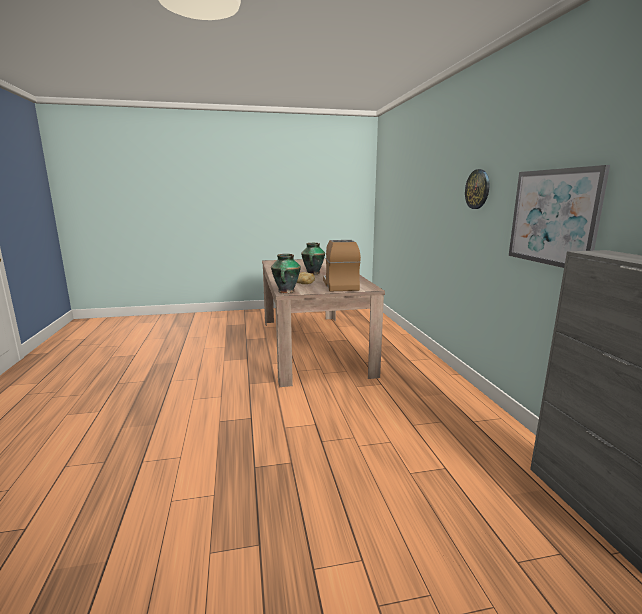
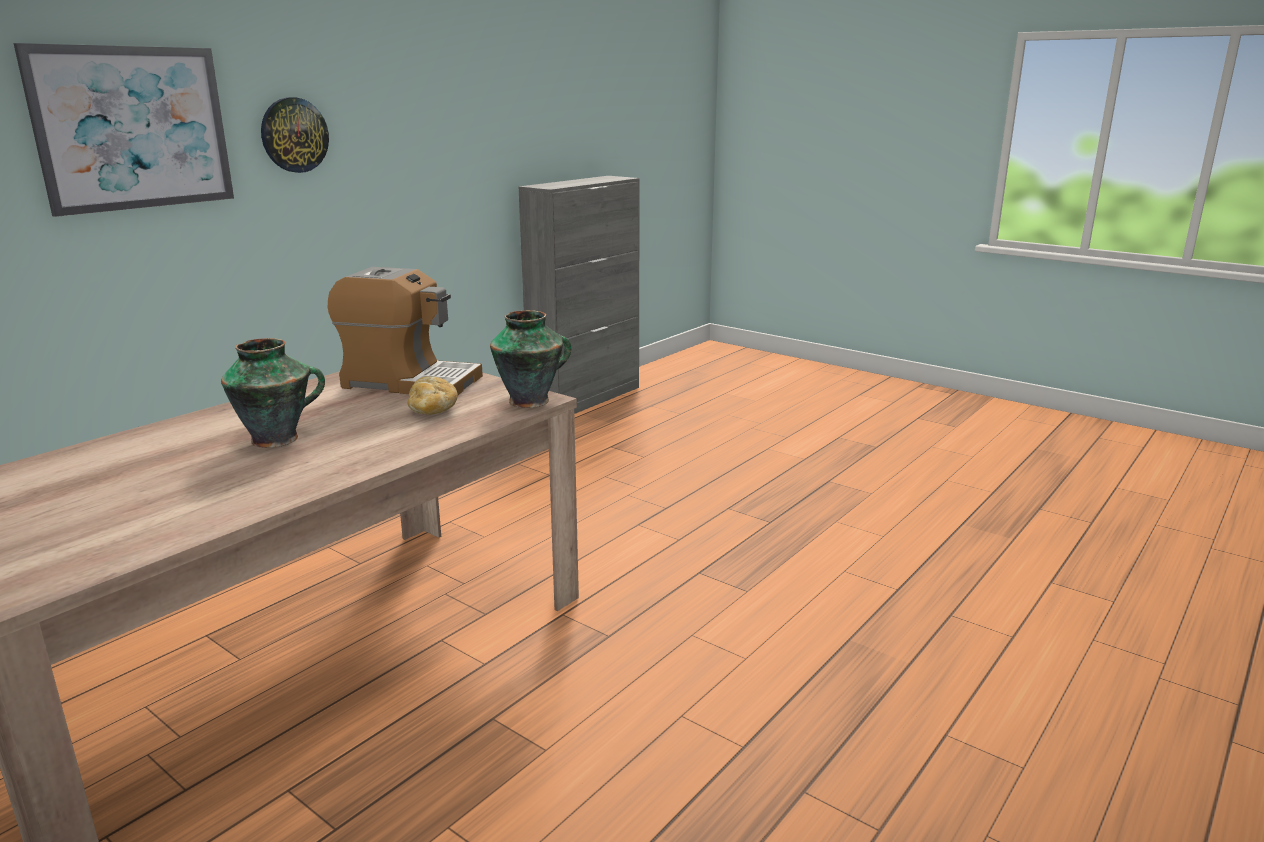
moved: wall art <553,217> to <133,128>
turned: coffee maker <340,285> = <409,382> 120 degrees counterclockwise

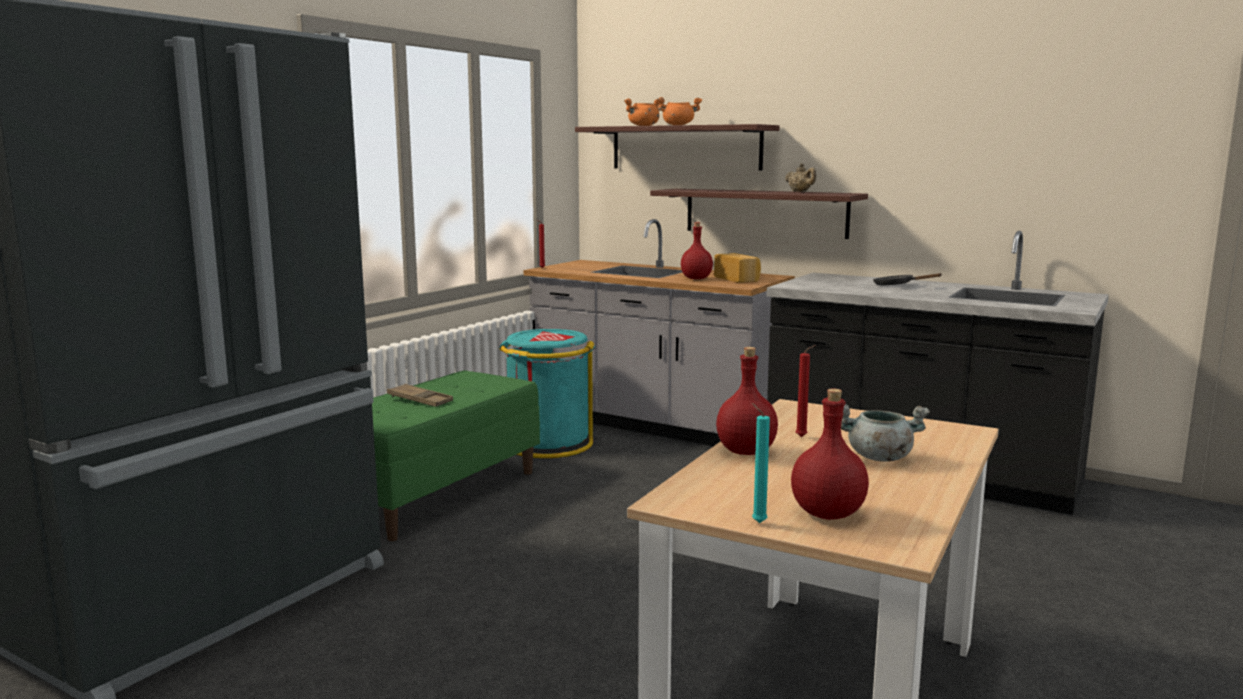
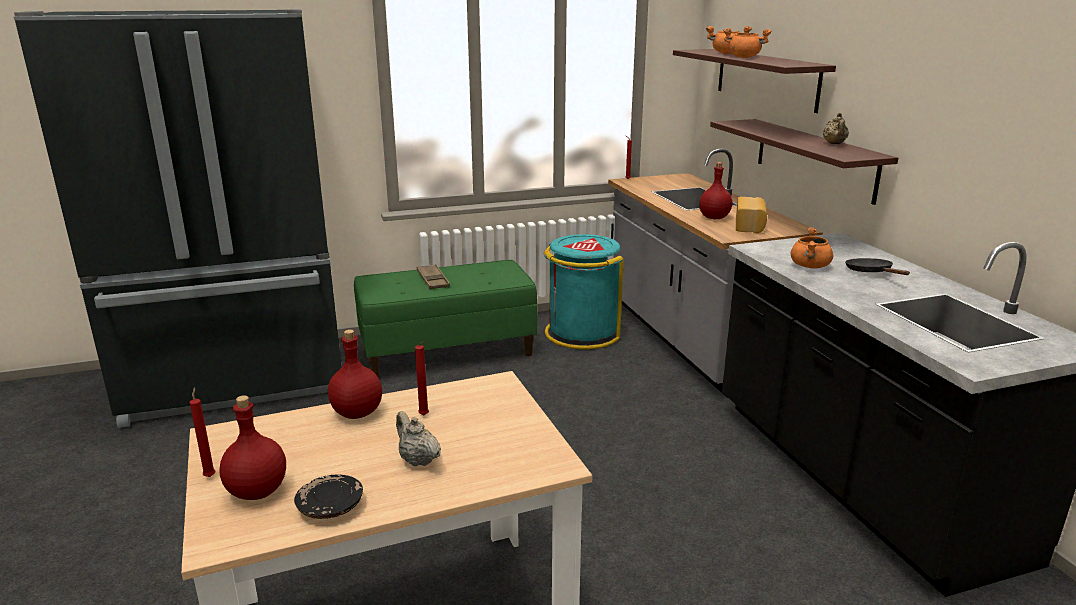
added: dinner plate (black) <330,507>; cooking pot (orangey) <810,266>
replaced: cooking pot (grey) <879,458> to tea pot (sand-coloured) <417,460>
recoloured: wax light (turquoise) <757,522> to wax light (red-coloured) <210,475>

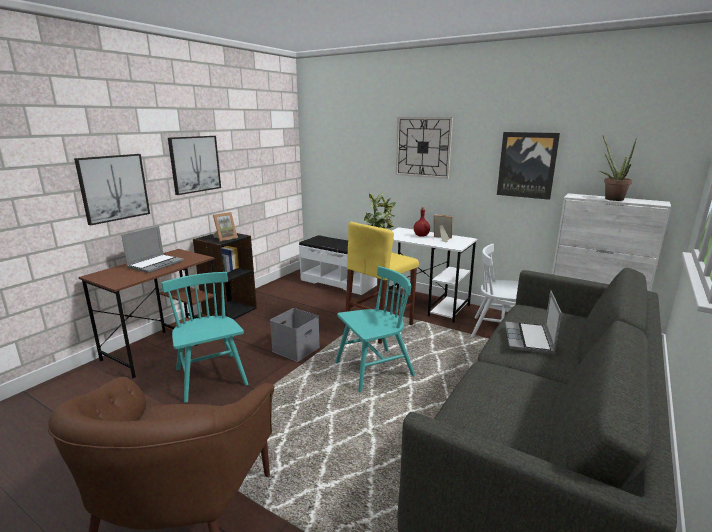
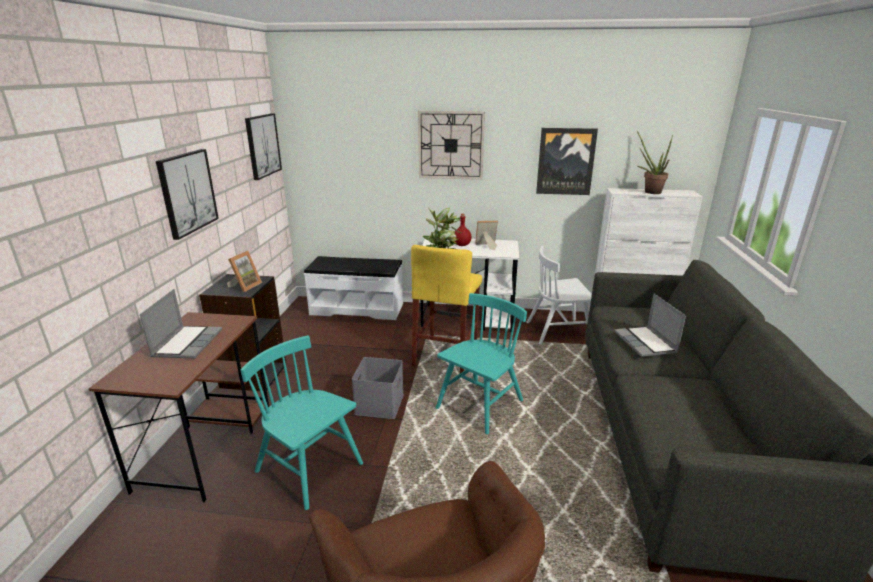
moved: wall art <113,188> to <262,145>

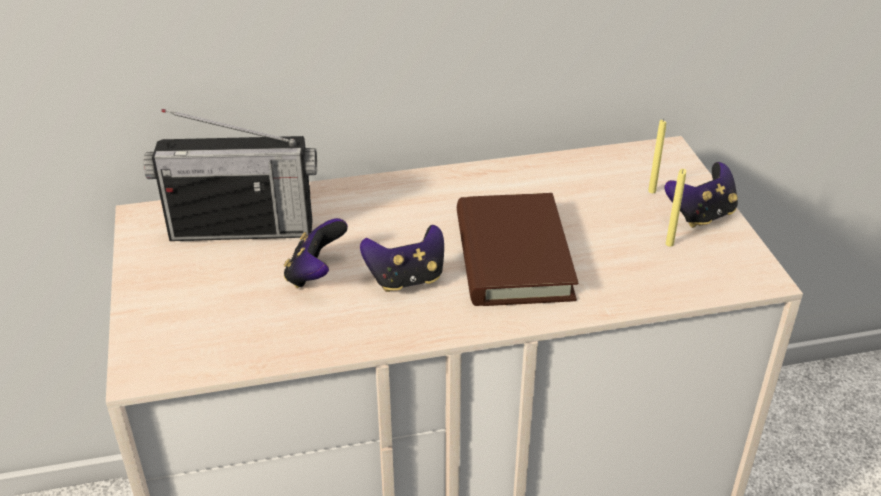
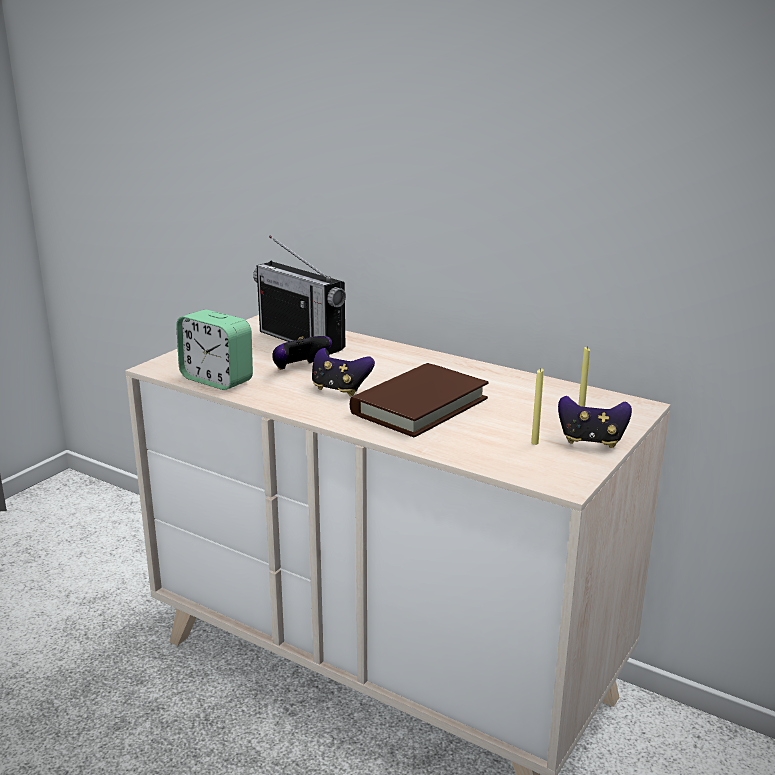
added: bedside clock <217,380>

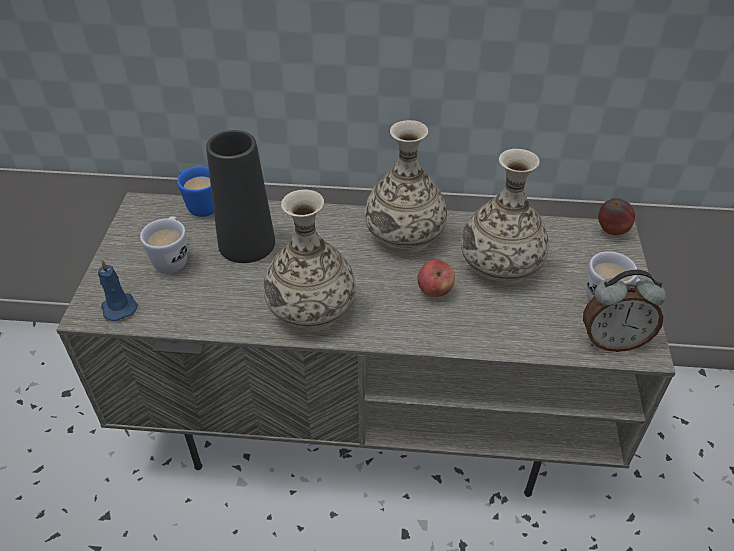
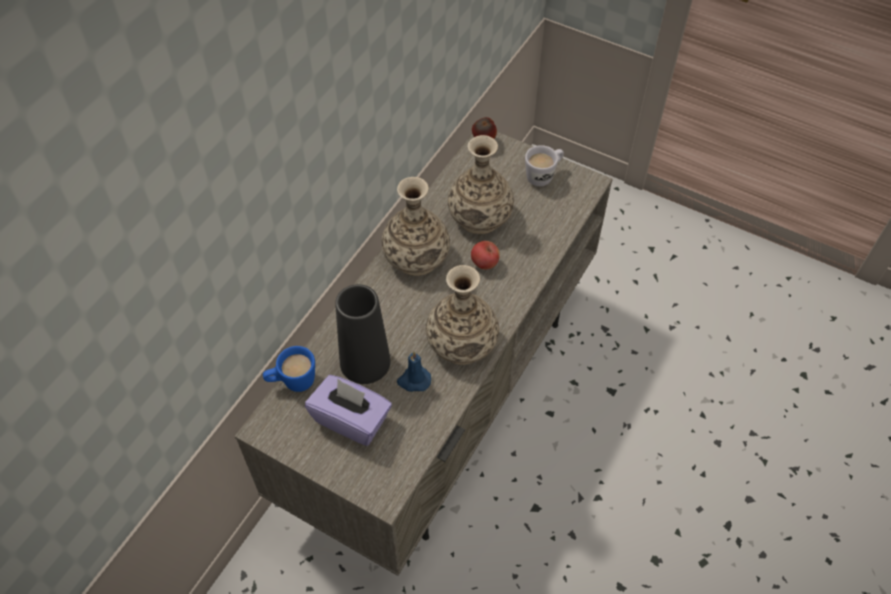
removed: bedside clock <612,340>
moved: wax light (bluish) <118,307> to <413,380>
replaced: tea mug (white-coloured) <172,258> to tissue box (purple-coloured) <351,420>

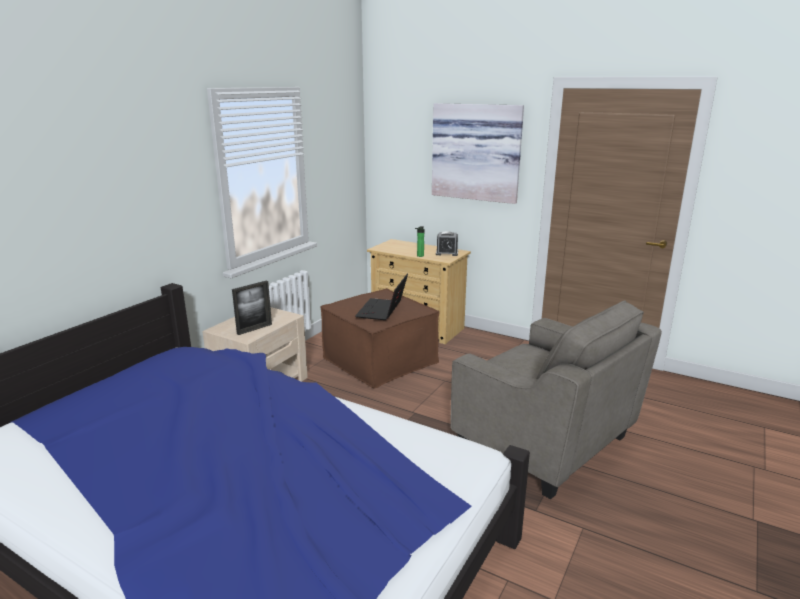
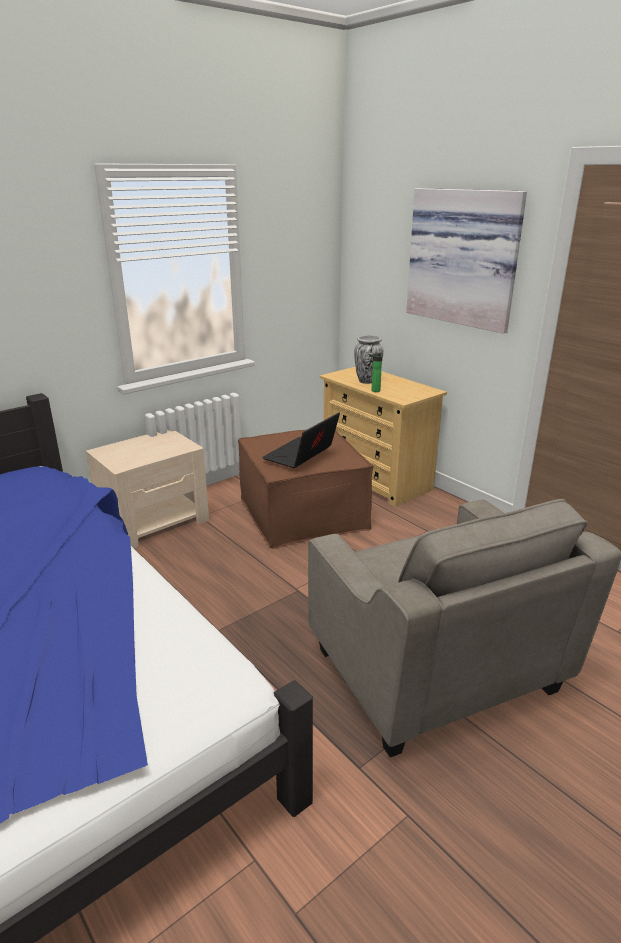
removed: photo frame <254,329>; bedside clock <447,253>
added: flower vase <367,381>

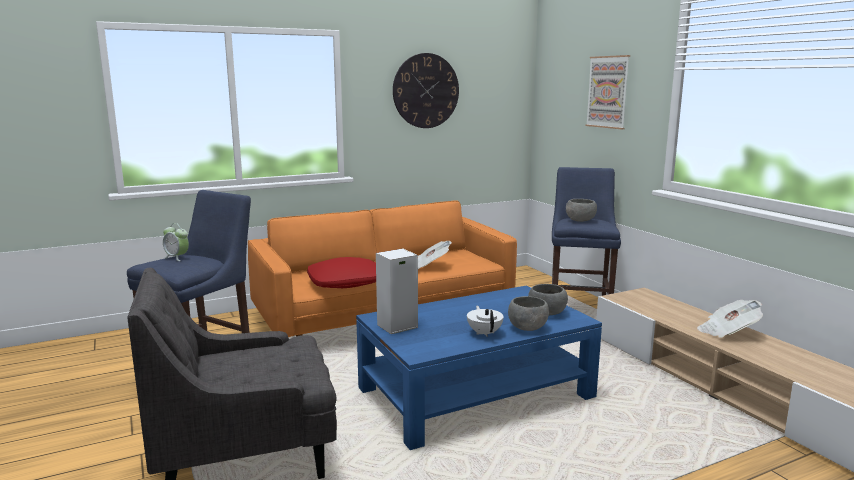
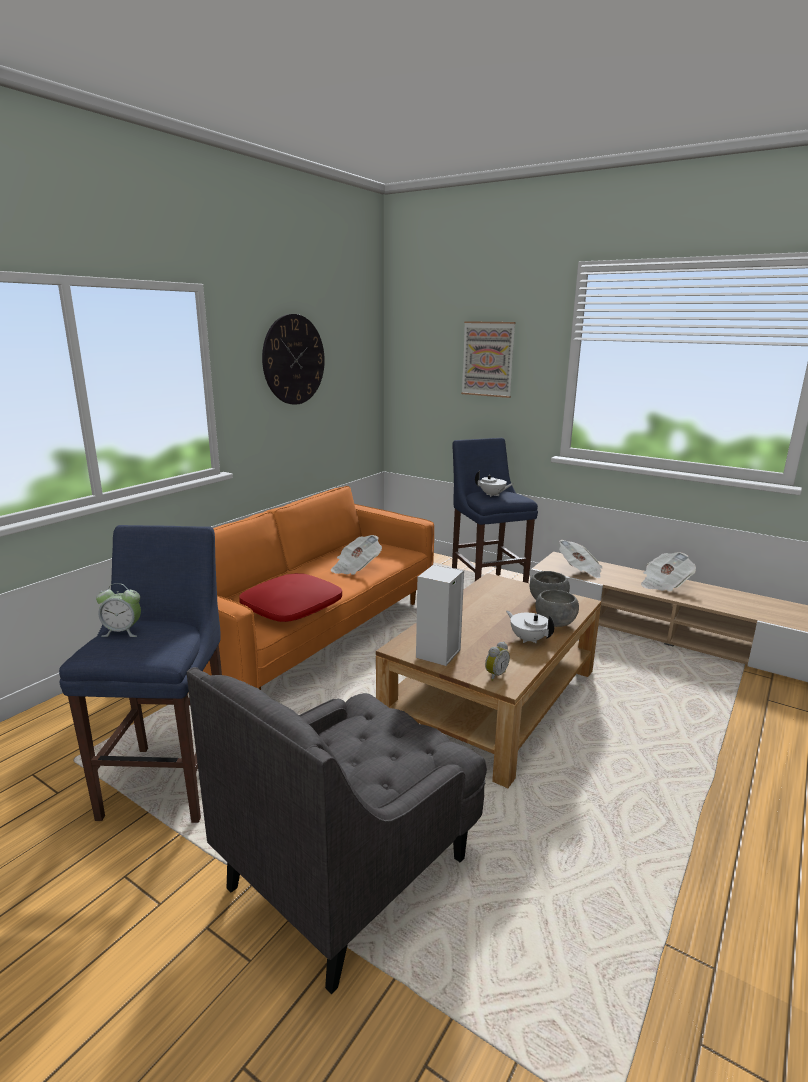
added: bedside clock <495,675>; newspaper <580,570>
replaced: deep dish (grey) <580,221> to tea pot (white-coloured) <492,495>
recoloured: low table (bluish) <476,392> to low table (brown) <493,699>

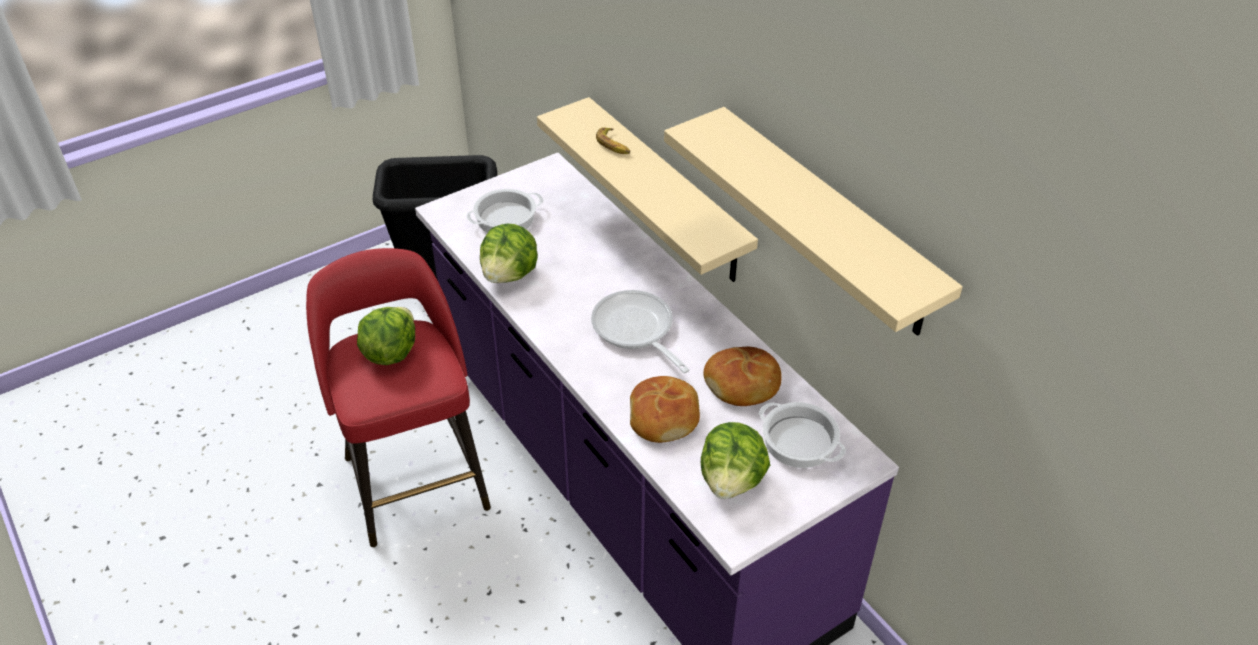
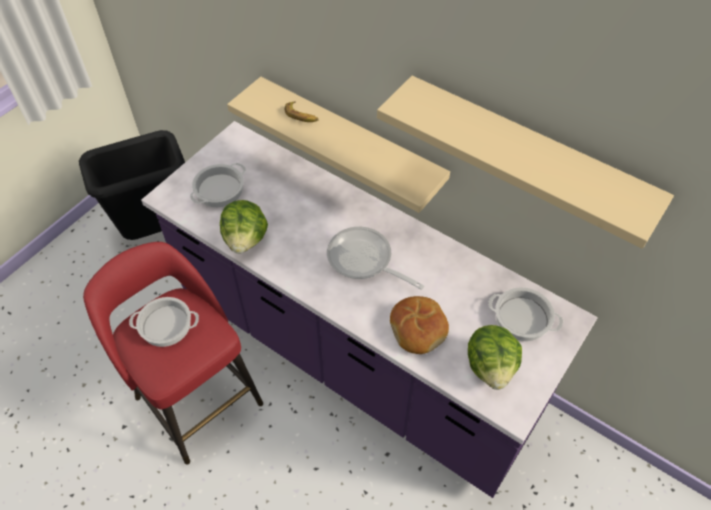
removed: baked bread <742,385>
replaced: lettuce head <390,352> to cooking pot <165,326>

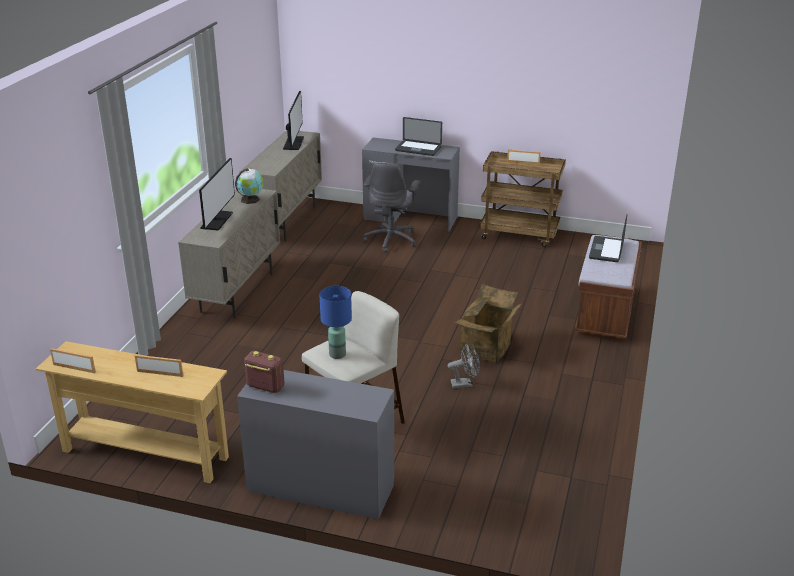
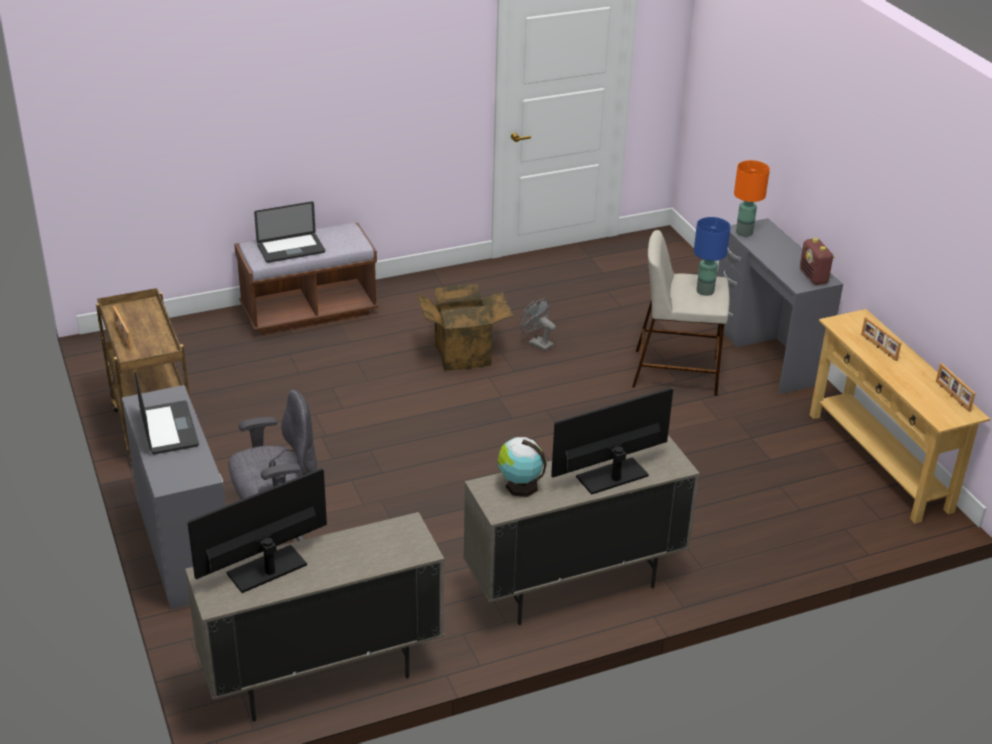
added: lamp for a table (orangey) <743,232>

